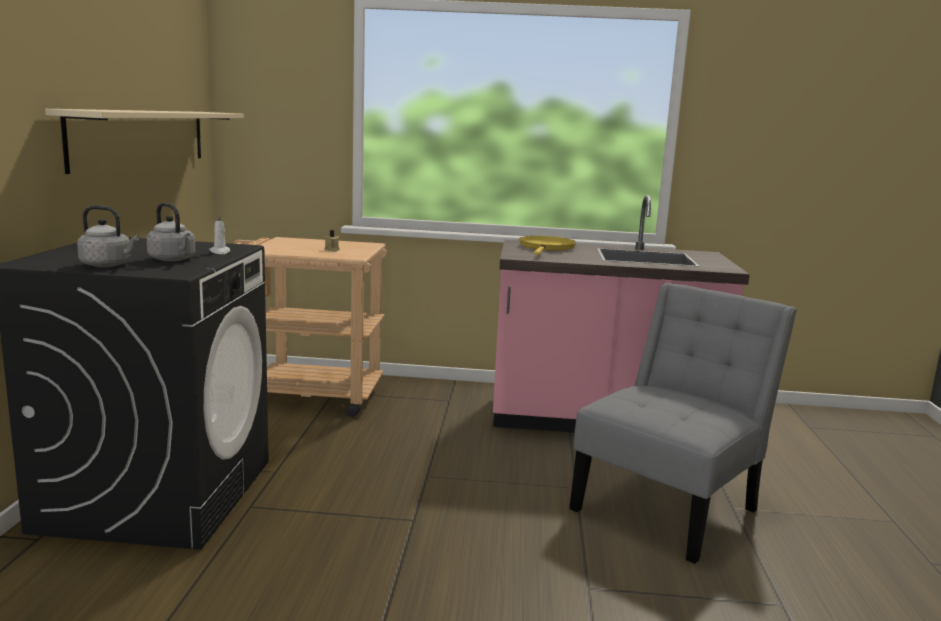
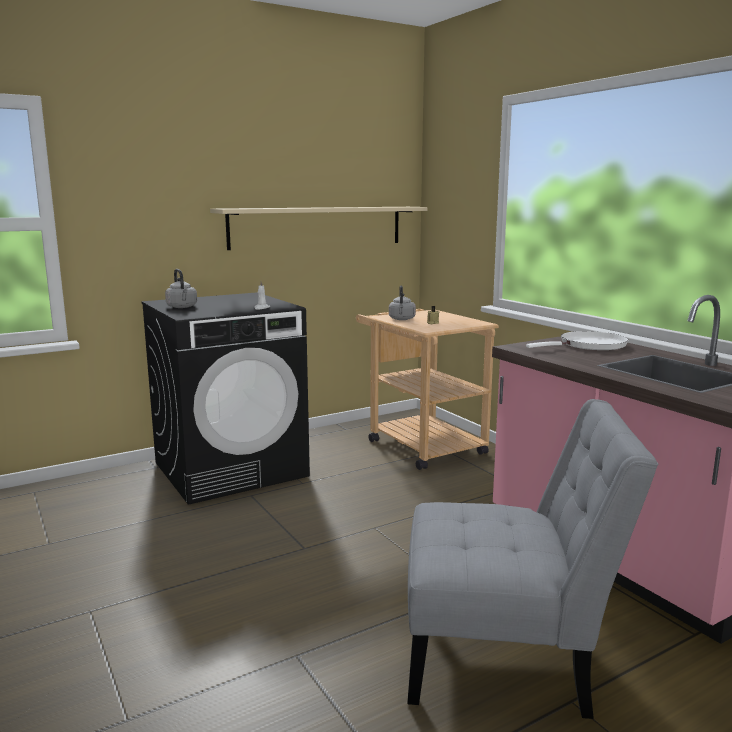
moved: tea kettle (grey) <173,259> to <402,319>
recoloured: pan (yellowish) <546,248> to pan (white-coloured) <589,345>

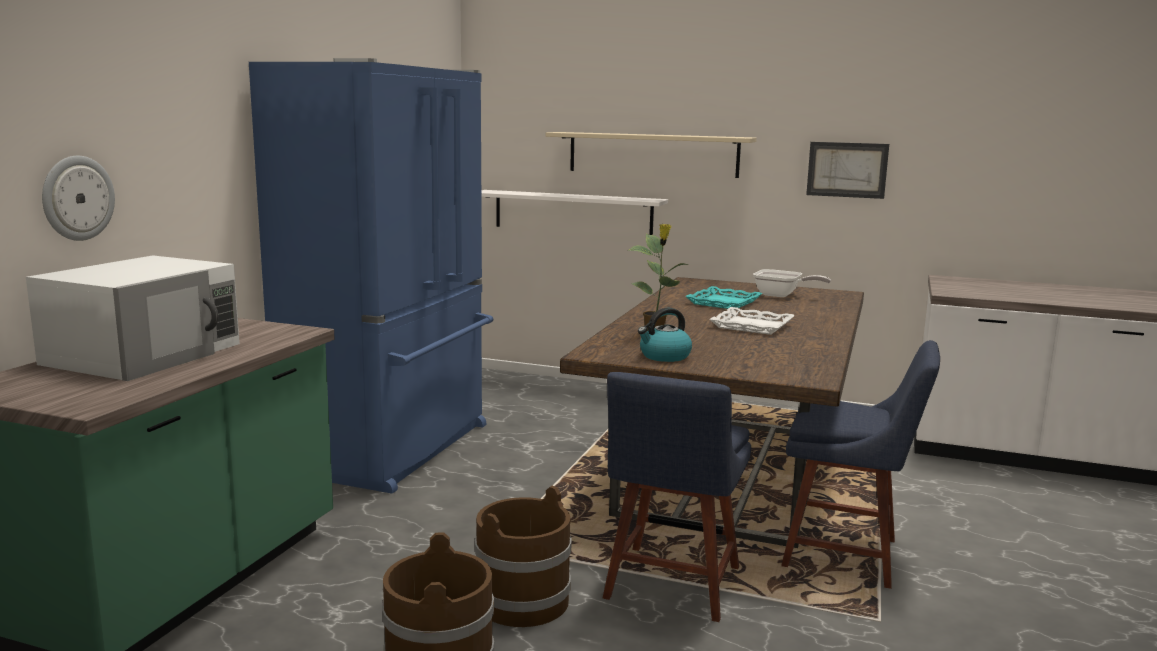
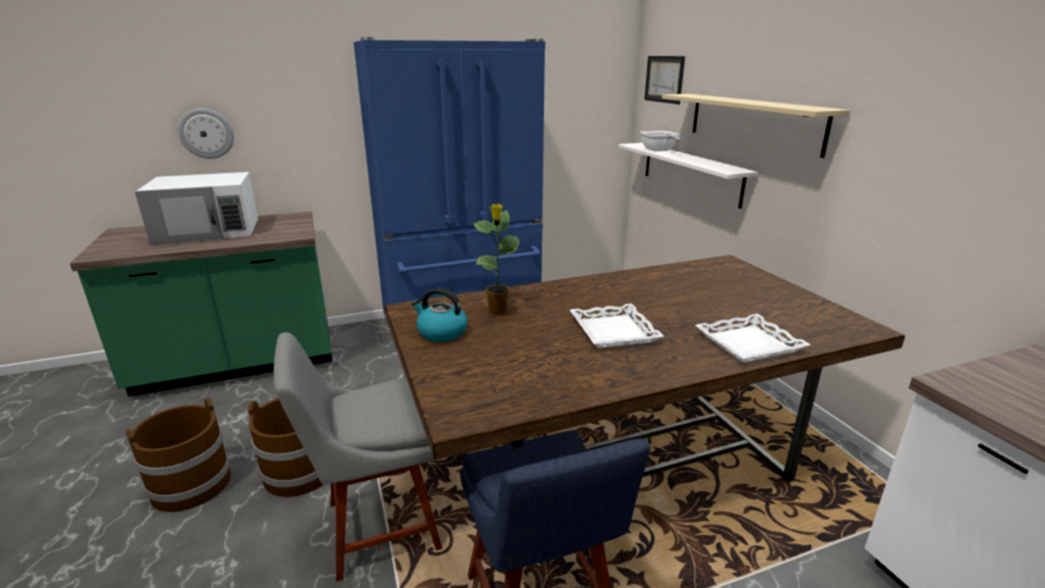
removed: tray (turquoise) <724,303>
added: tray (white-coloured) <748,343>
moved: pan <781,295> to <659,150>; wall art <847,169> to <664,79>
recoloured: upright chair (bluish) <671,586> to upright chair (grey) <376,527>

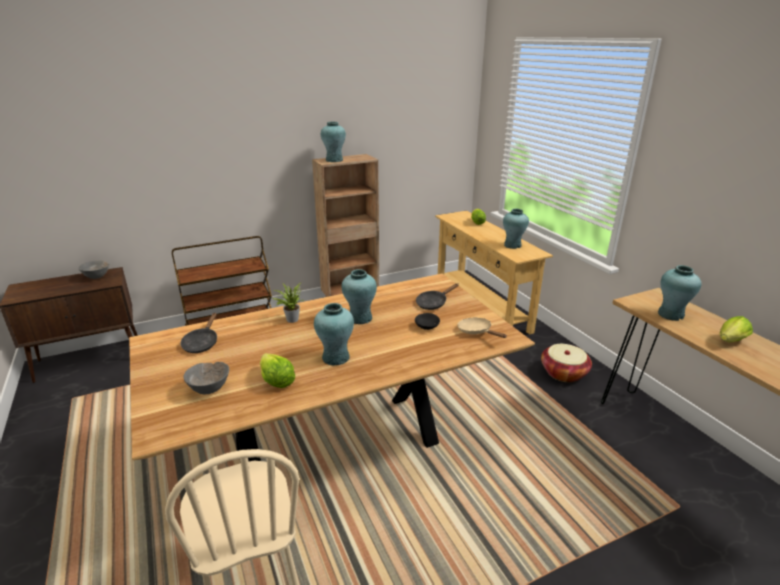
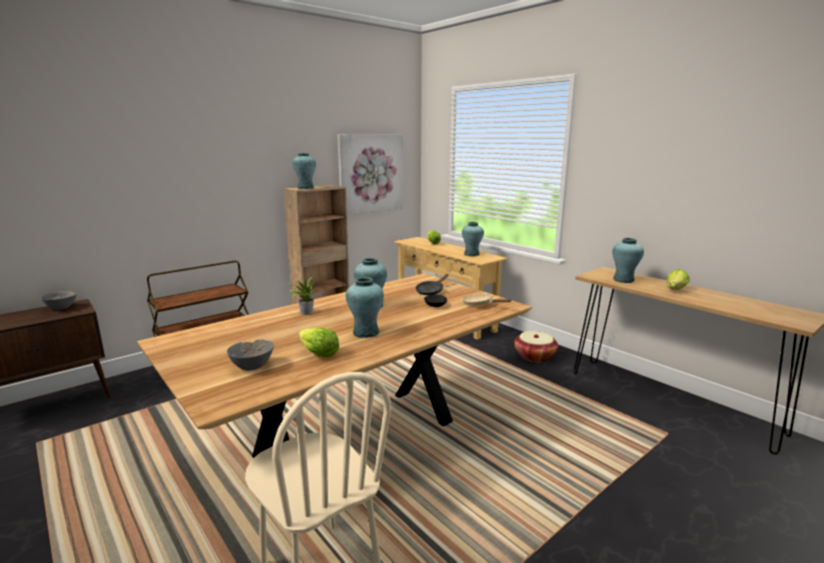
removed: pan (black) <202,343>
added: wall art <371,174>

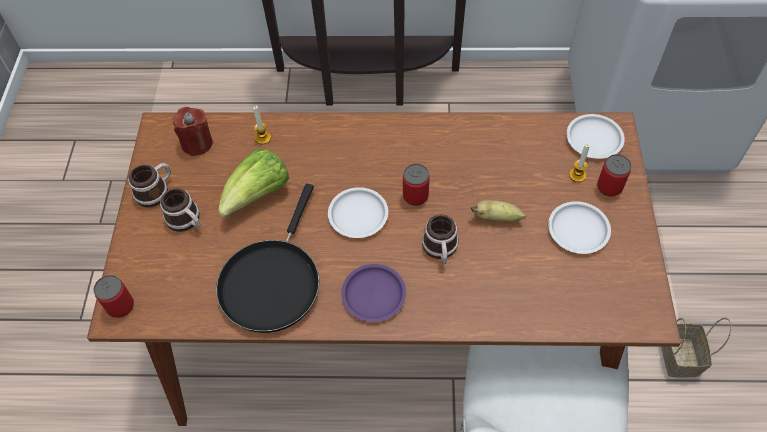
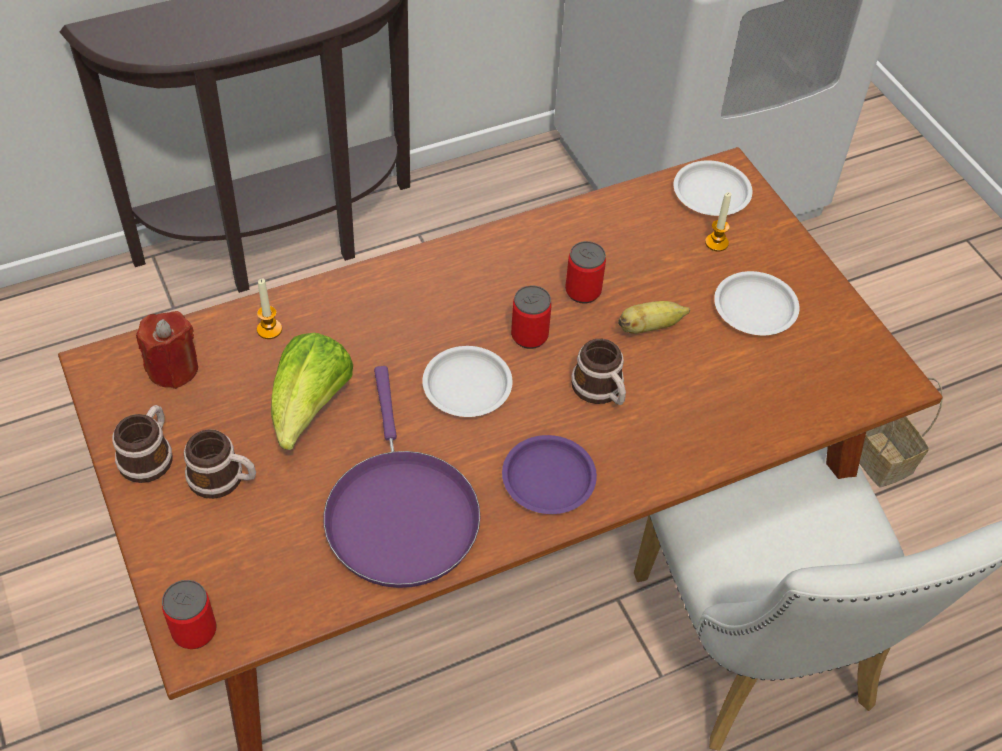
moved: metal can <609,187> to <583,291>
recoloured: pan (black) <272,281> to pan (purple-coloured) <400,513>

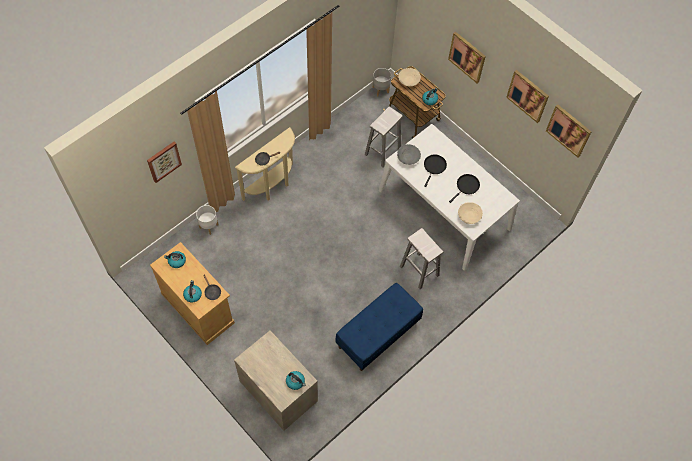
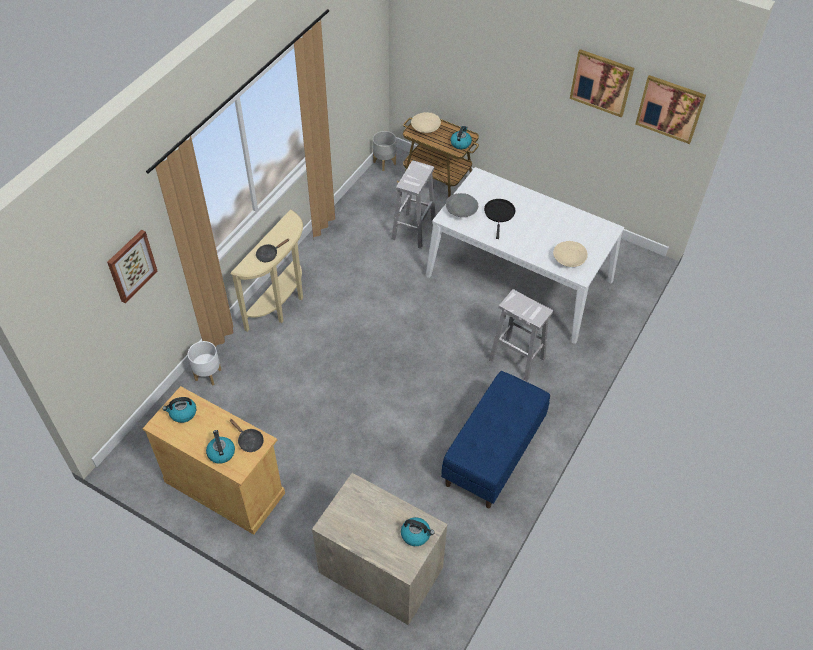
removed: wall art <467,57>; pan (black) <466,186>

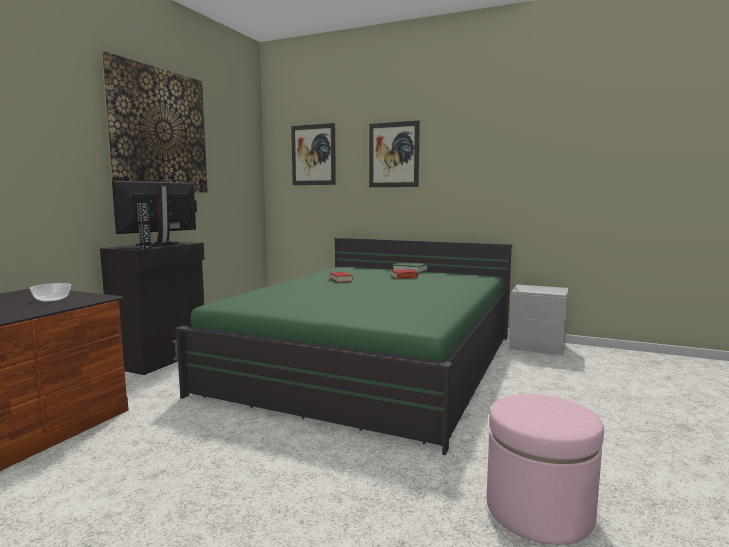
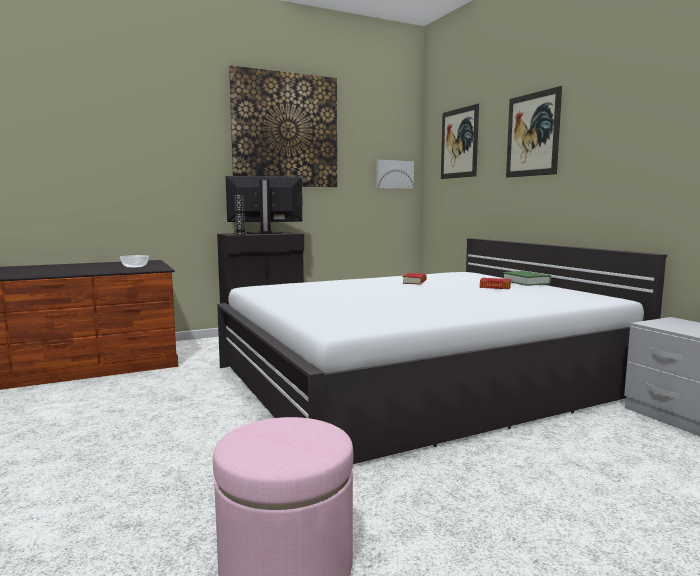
added: wall art <394,174>
recoloured: bedroom bed (greenish) <373,362> to bedroom bed (white-coloured) <420,380>

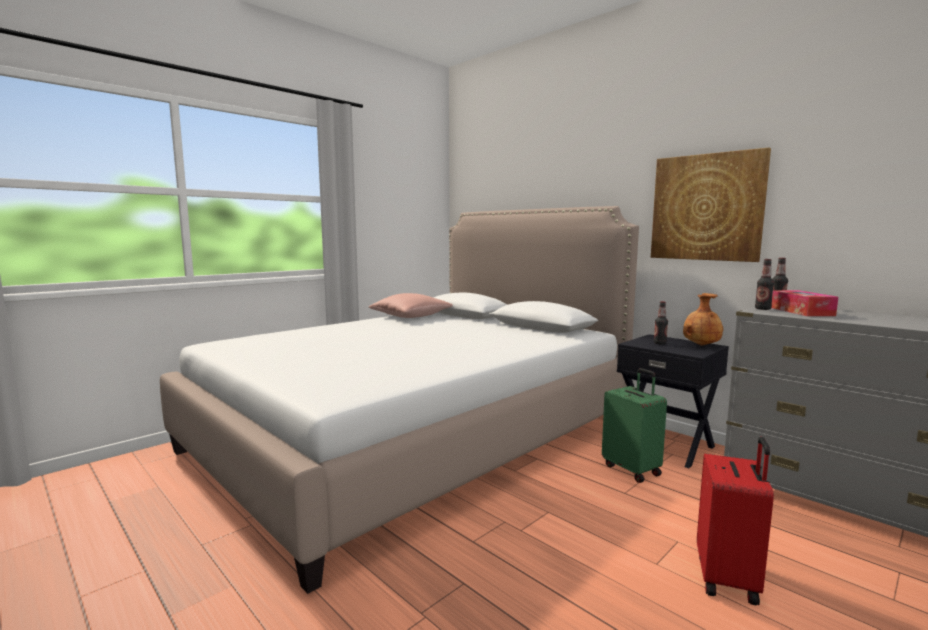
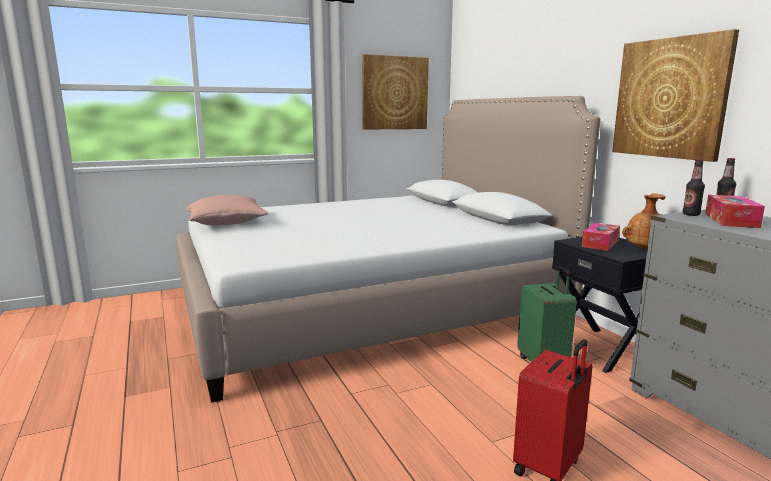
added: wall art <394,93>
moved: throw pillow (pinkish) <411,316> to <226,223>
replaced: beverage bottle <660,343> to tissue box <600,243>

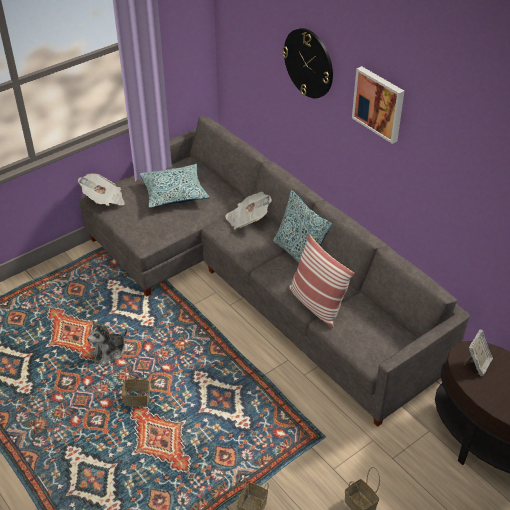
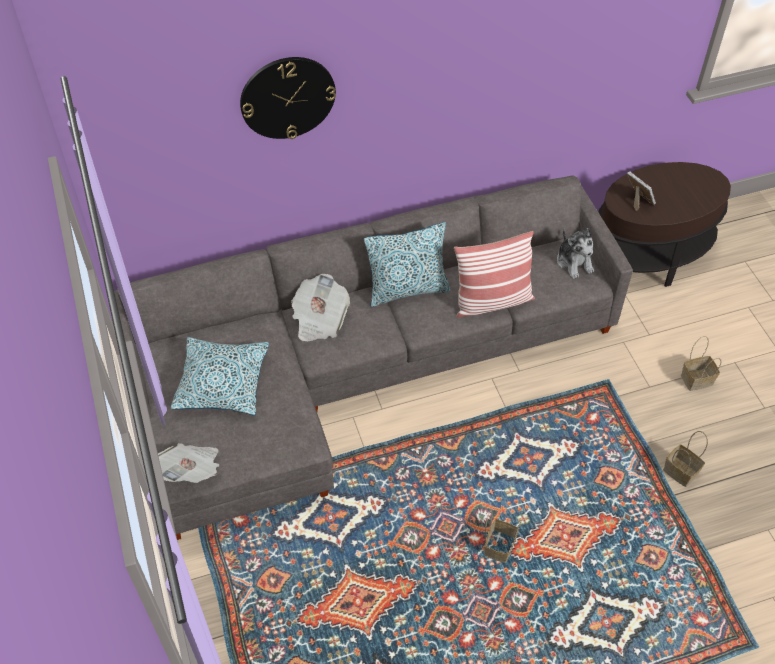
removed: wall art <379,103>
moved: plush toy <109,352> to <574,262>

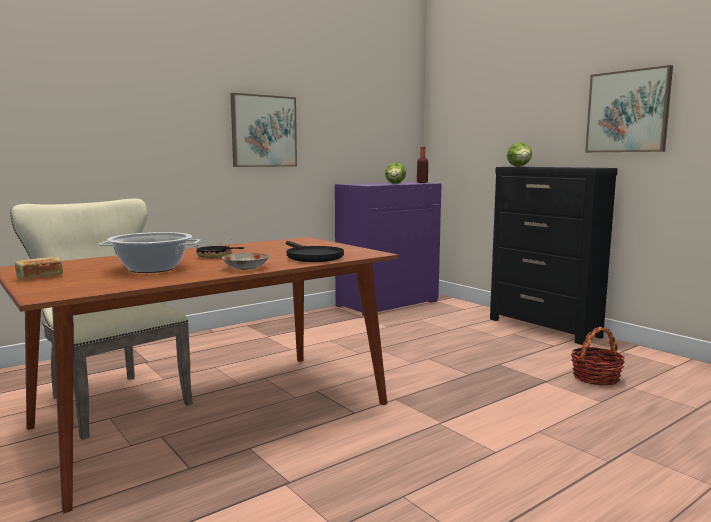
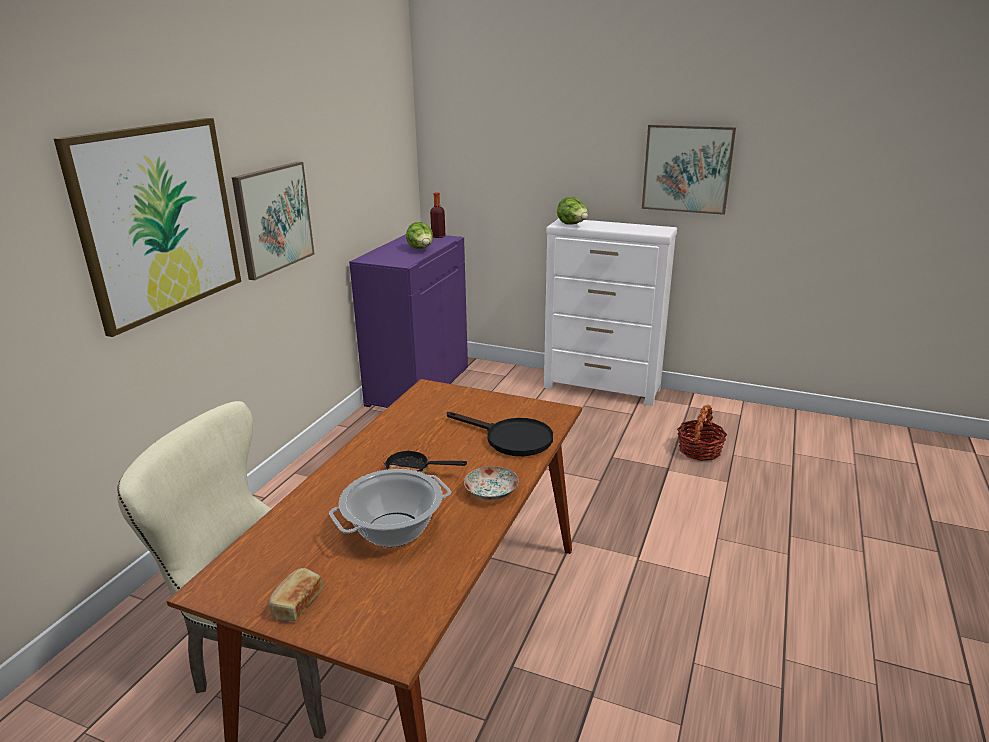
added: wall art <159,221>
recoloured: dresser (black) <544,328> to dresser (white-coloured) <602,389>

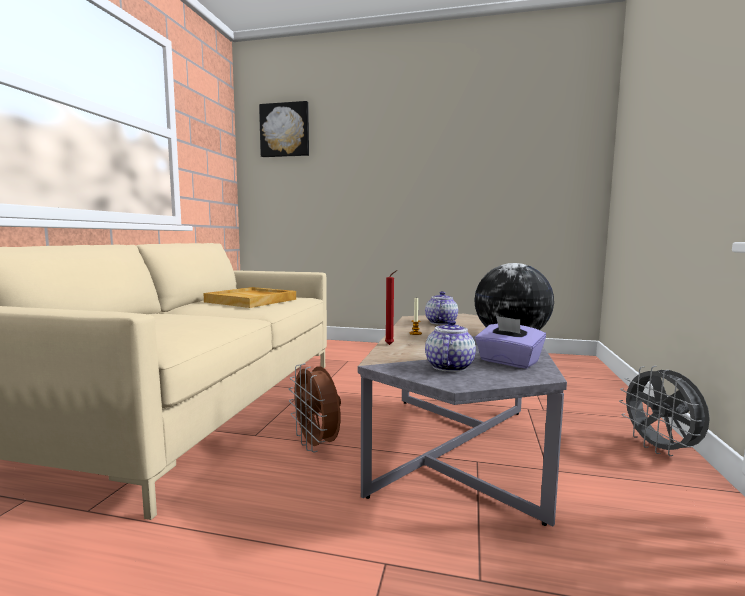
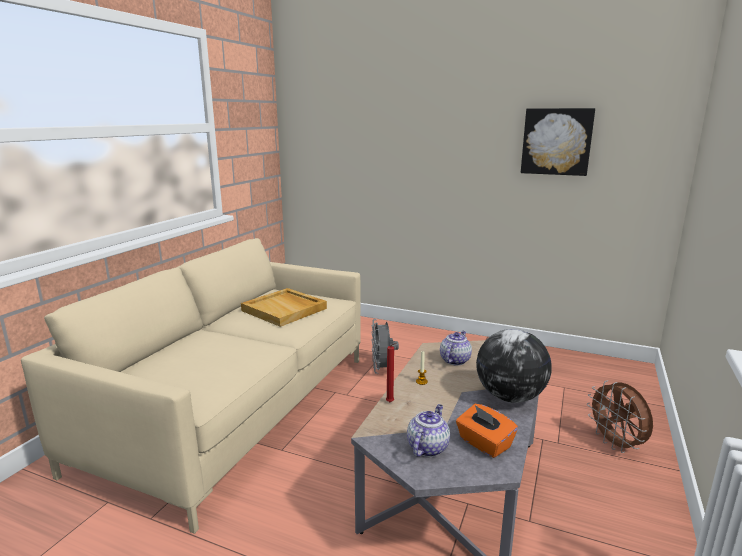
moved: wall art <285,130> to <556,141>; electric fan (brown) <317,445> to <616,444>; electric fan (grey) <660,449> to <382,370>
recoloured: tissue box (purple-coloured) <508,362> to tissue box (orangey) <484,444>

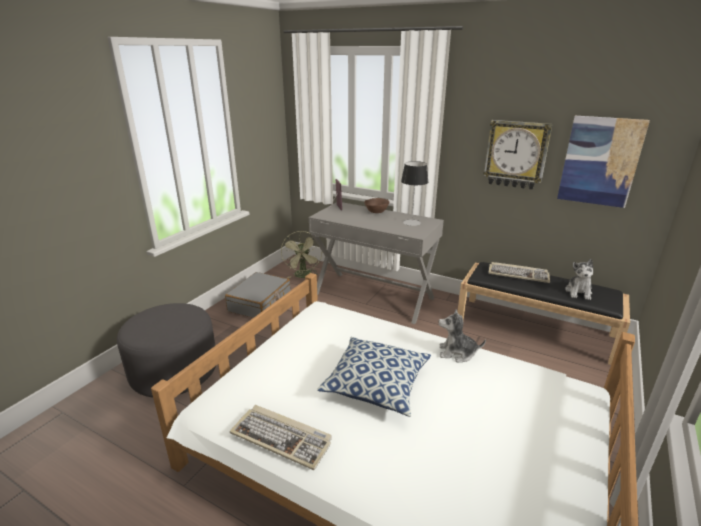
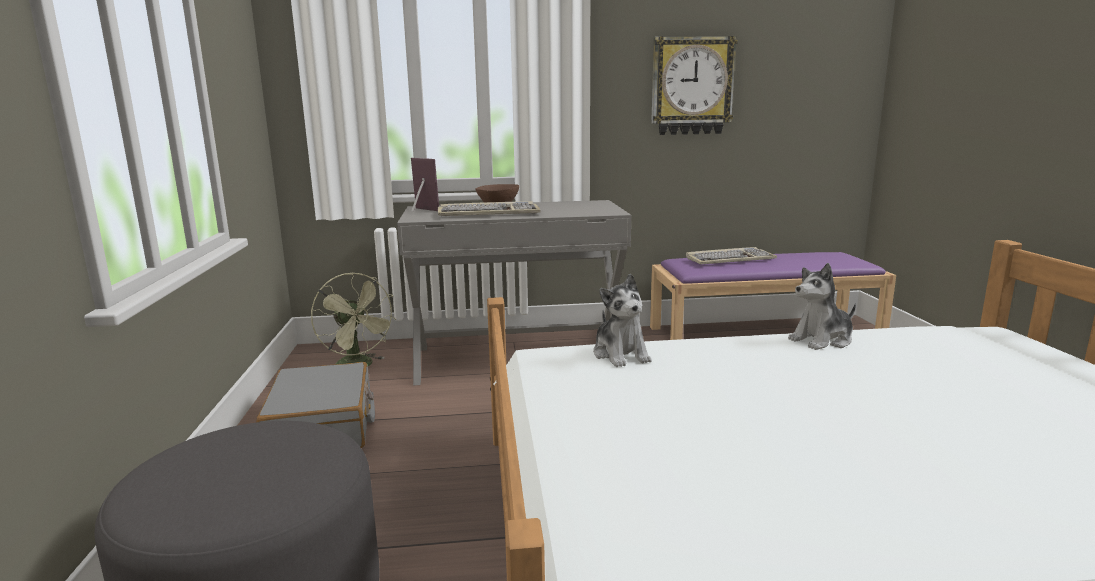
removed: throw pillow <376,385>; lamp for a table <412,222>; wall art <600,161>
moved: PC keyboard <282,438> to <489,213>; plush toy <578,292> to <620,354>
recoloured: indoor bench (black) <535,328> to indoor bench (purple-coloured) <764,334>

